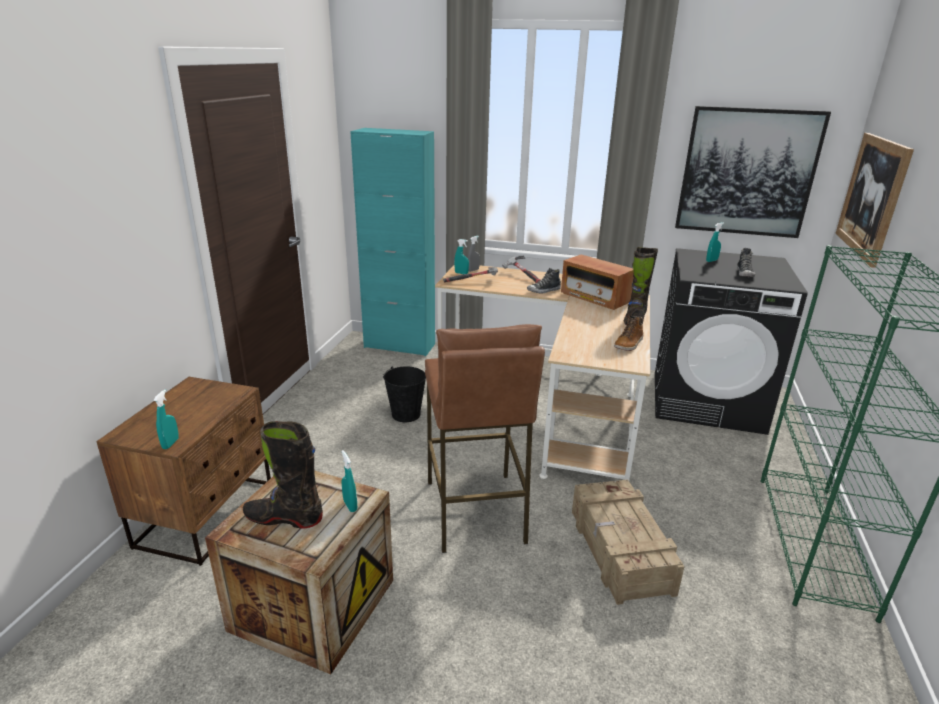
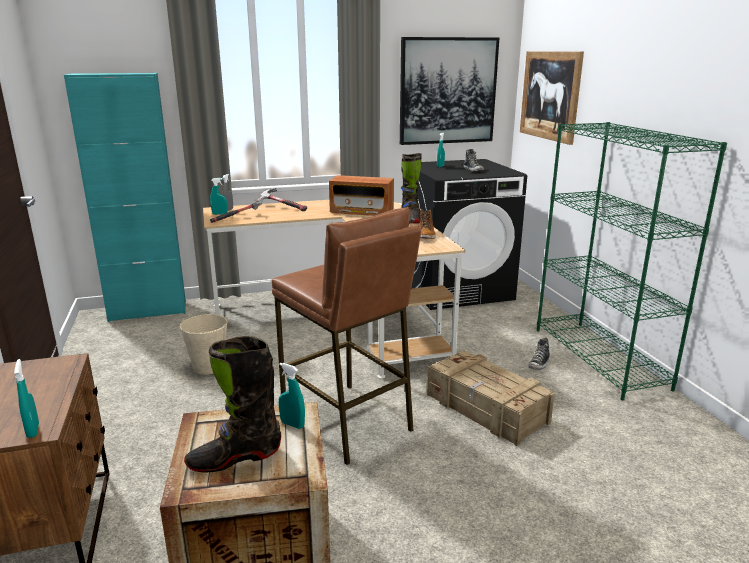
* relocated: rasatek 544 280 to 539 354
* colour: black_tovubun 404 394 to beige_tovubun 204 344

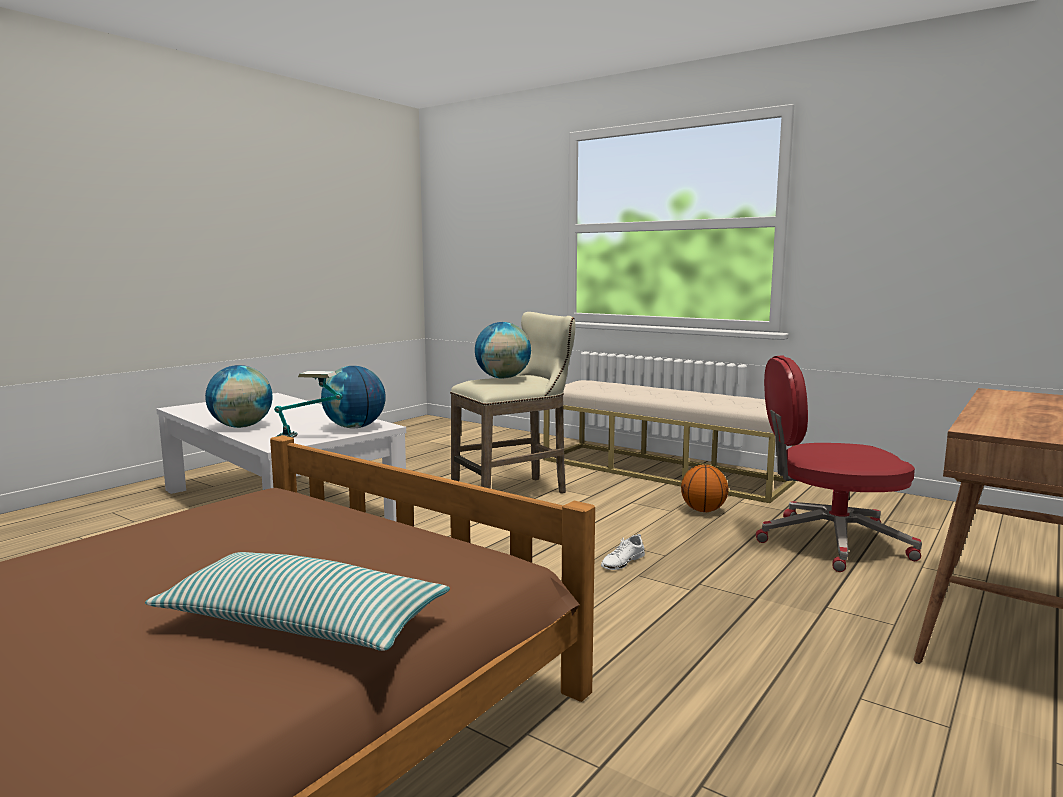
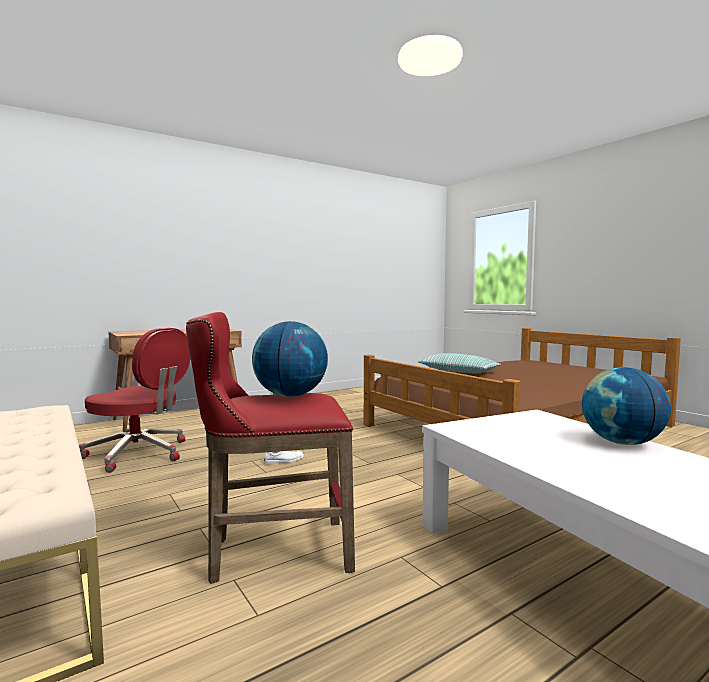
* colour: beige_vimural 513 402 to red_vimural 270 448
* missing: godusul 353 397
* missing: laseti 308 404
* missing: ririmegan 705 488

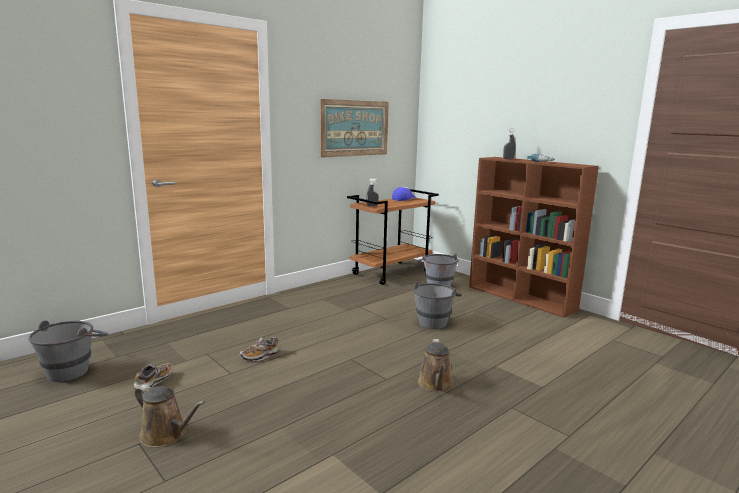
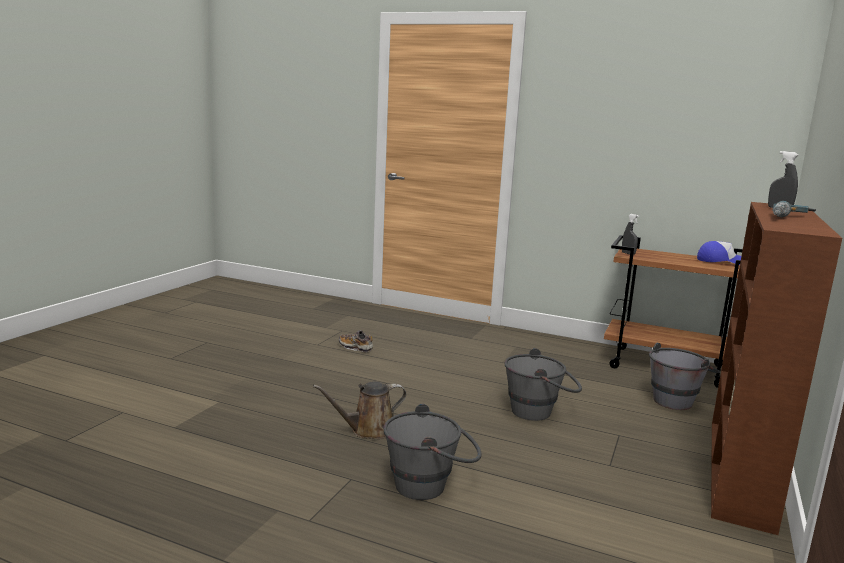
* missing: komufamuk 354 128
* relocated: grey_tovubun 68 351 to 432 452
* missing: rasatek 153 377
* missing: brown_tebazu 170 416

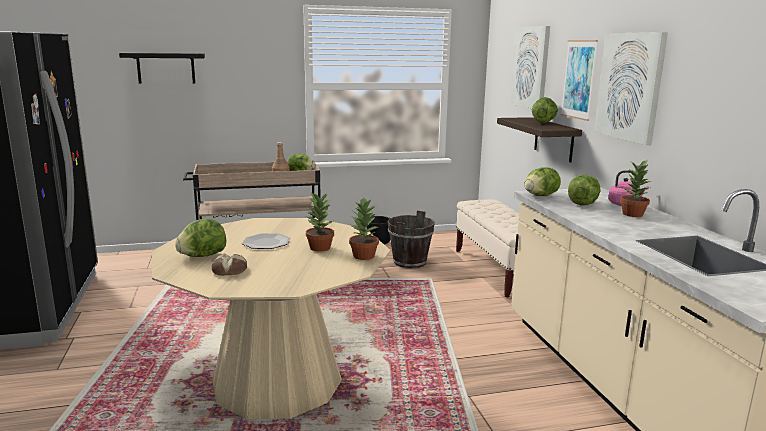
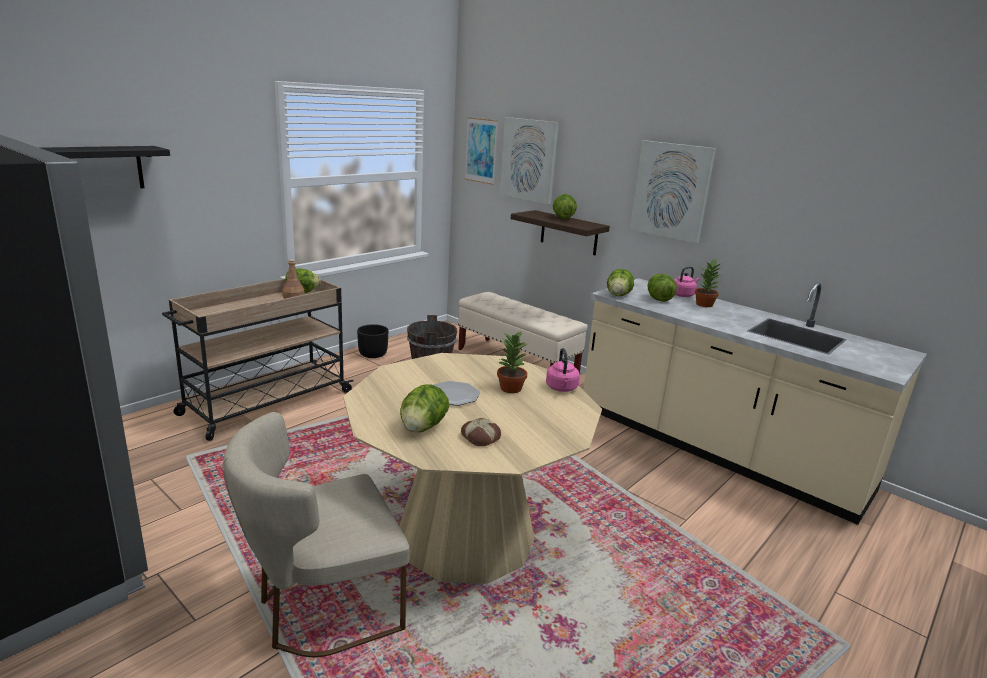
* relocated: komufamuk 579 80 to 481 151
* exchanged: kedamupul 364 228 to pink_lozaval 563 370
* appeared: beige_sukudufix 316 534

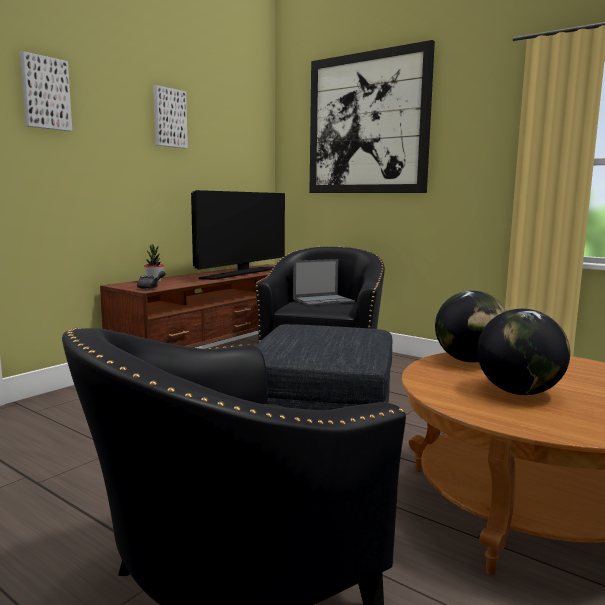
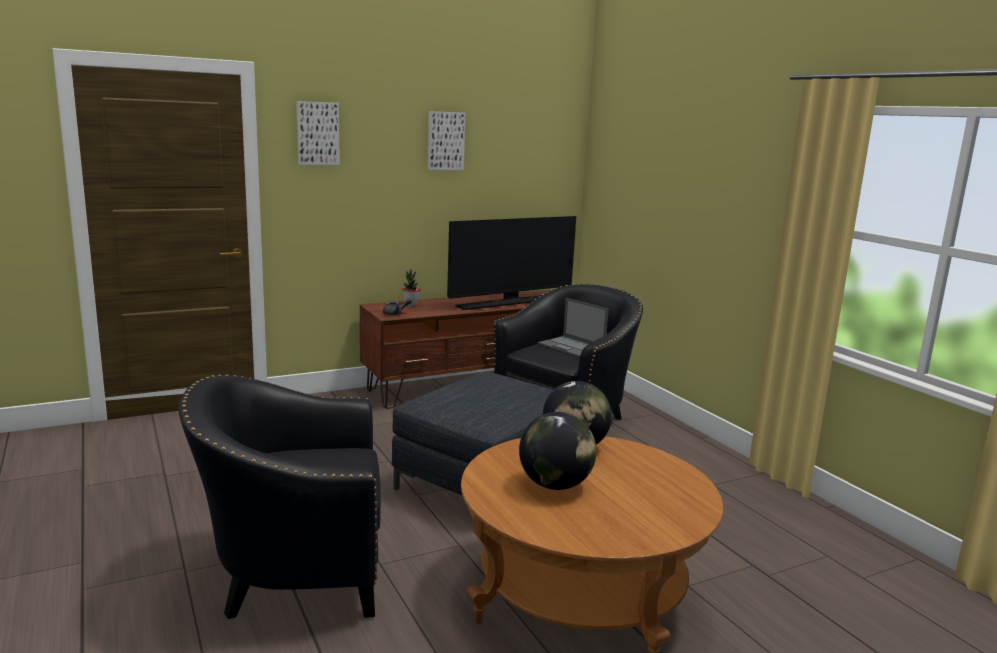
* missing: komufamuk 372 116
* spun: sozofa 324 282 = 573 327 45 degrees clockwise

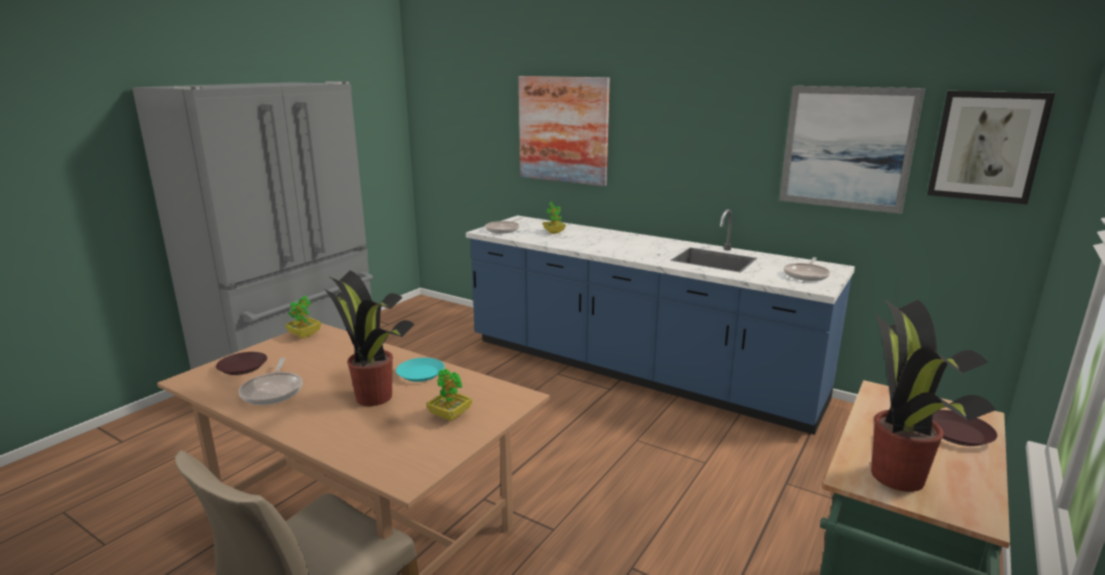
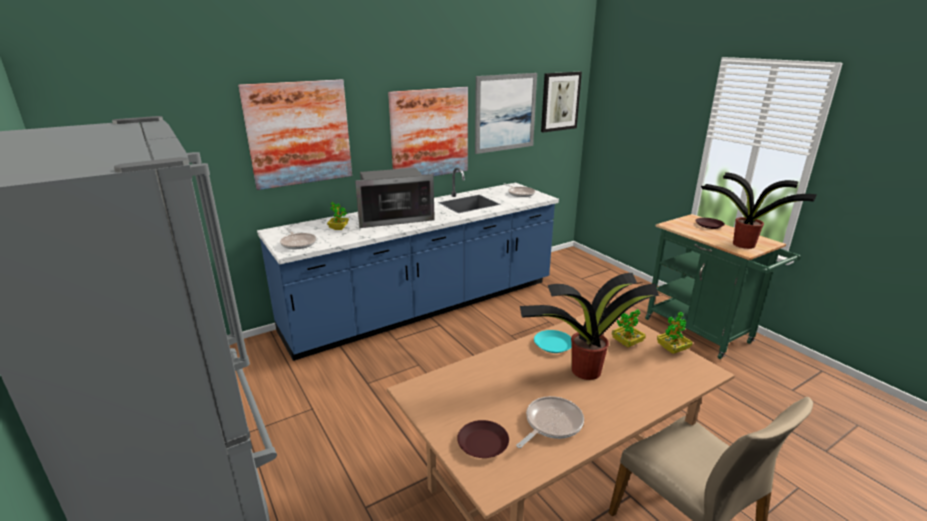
* relocated: kedamupul 303 316 to 674 333
* spun: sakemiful 271 381 = 550 422 60 degrees counterclockwise
* appeared: komufamuk 428 131
* appeared: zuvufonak 395 198

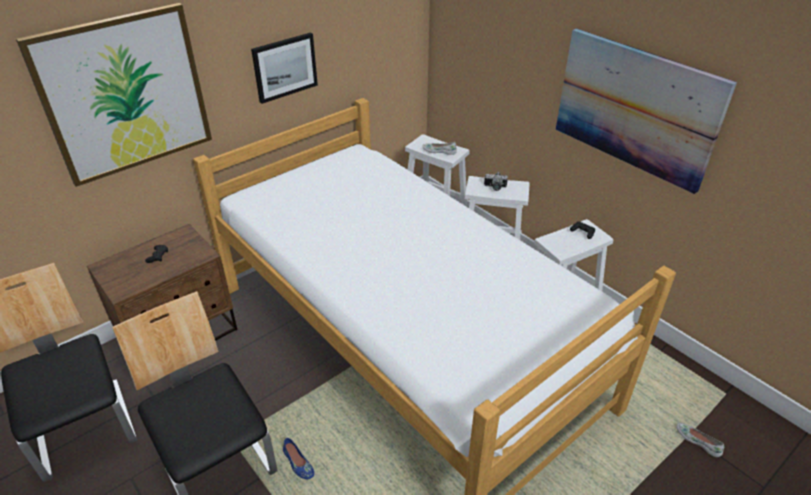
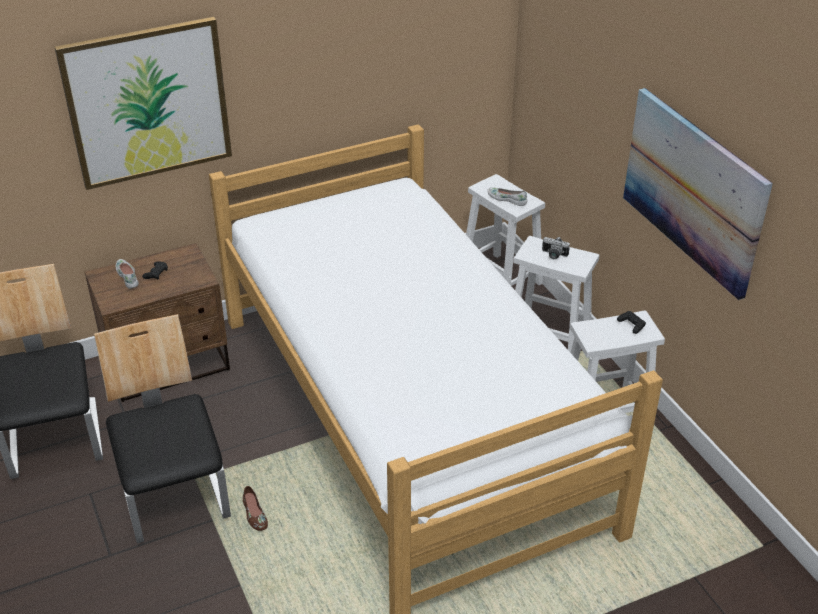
* missing: komufamuk 284 68
* relocated: white_rasatek 700 440 to 127 274
* colour: blue_rasatek 298 458 to brown_rasatek 255 508

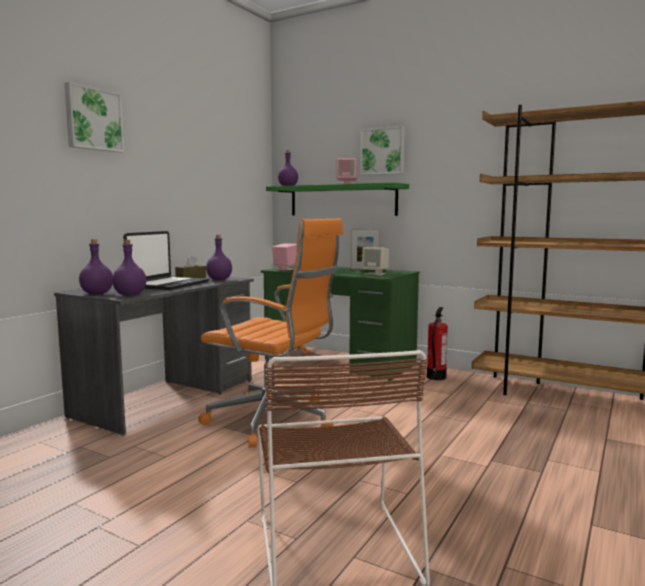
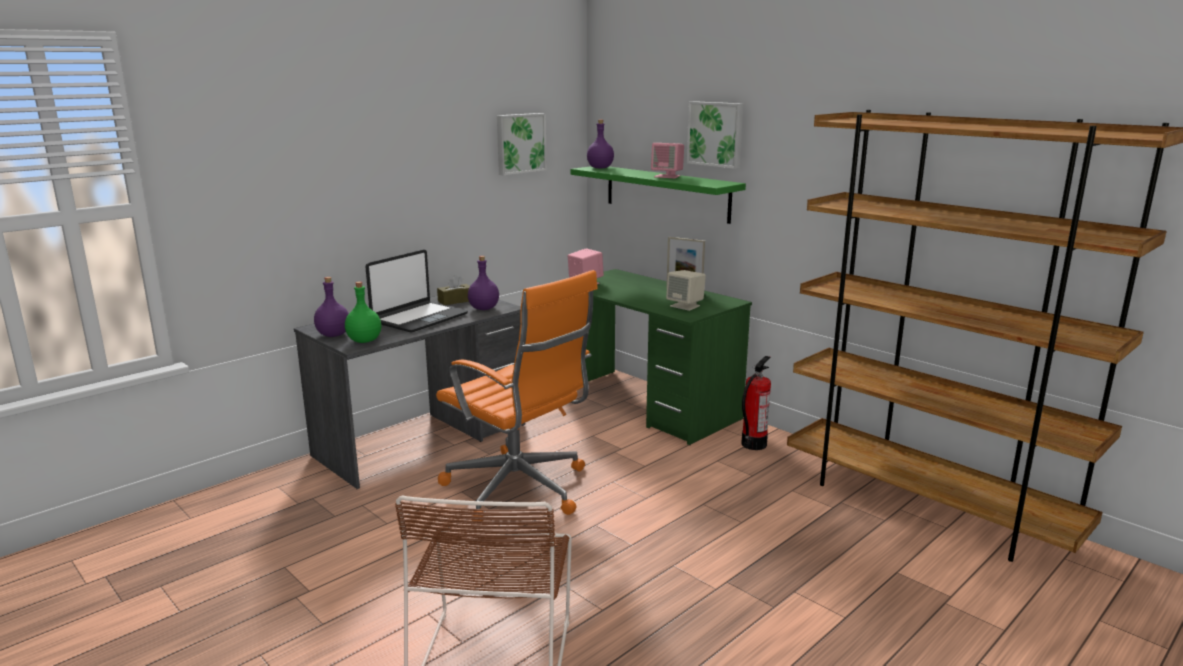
* relocated: komufamuk 94 117 to 522 144
* colour: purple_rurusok 129 267 to green_rurusok 363 312

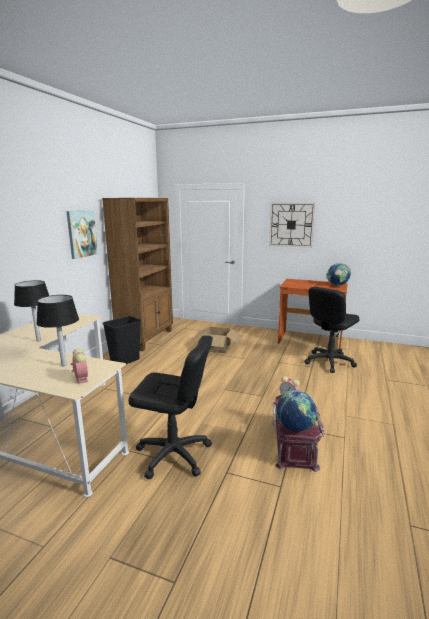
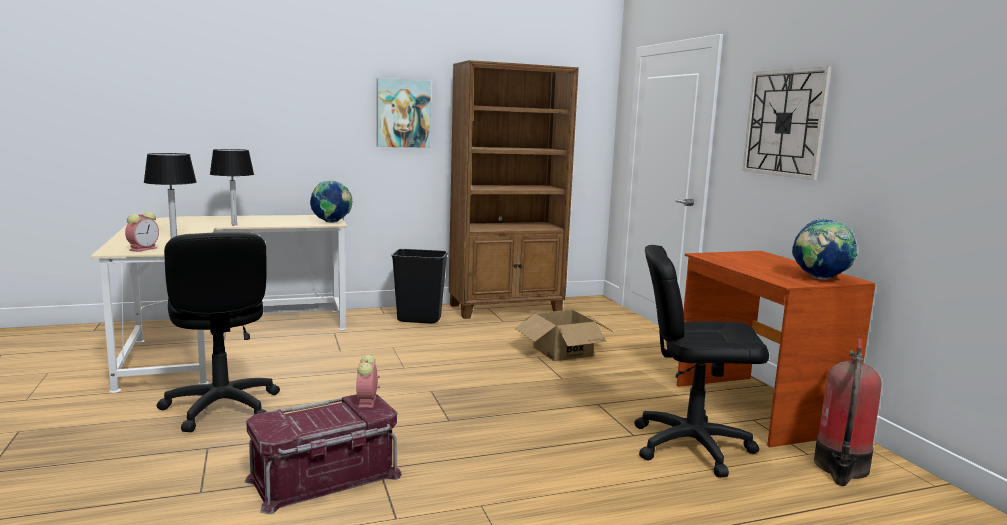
* relocated: godusul 296 410 to 331 202
* appeared: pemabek 847 412

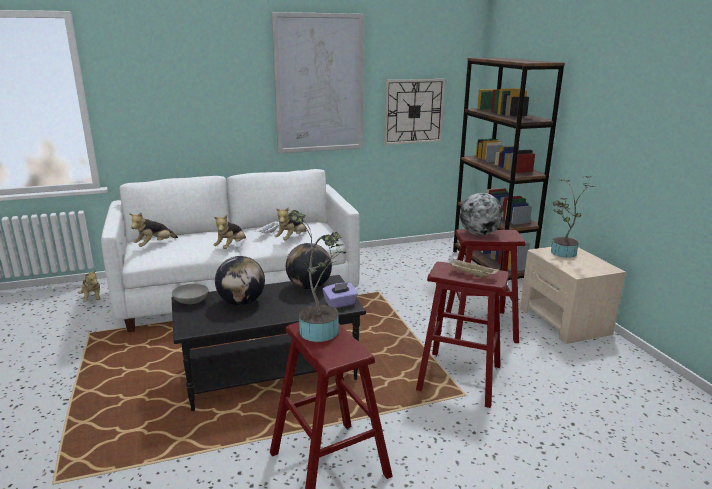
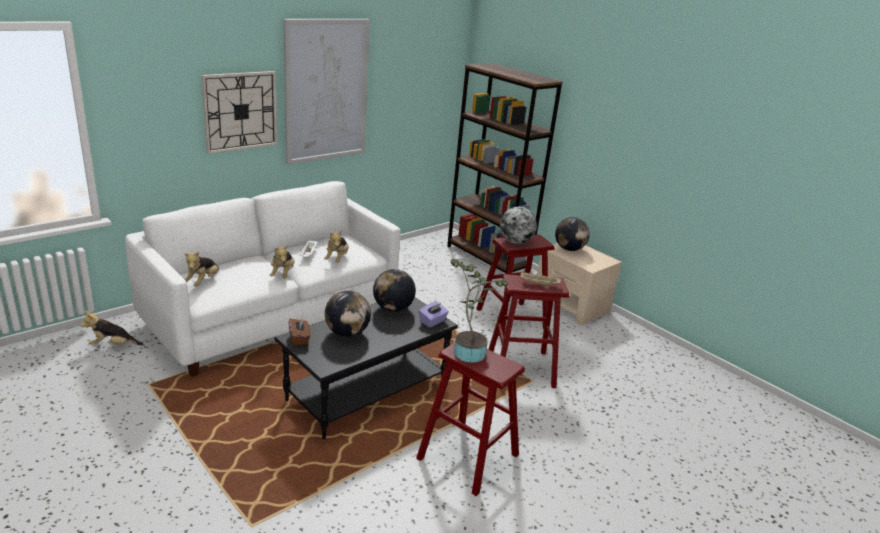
* relocated: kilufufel 414 112 to 239 112
* exchanged: kedamupul 573 217 to godusul 572 234
* spun: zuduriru 89 285 = 112 328 135 degrees clockwise
* exchanged: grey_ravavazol 190 294 to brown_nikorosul 299 332

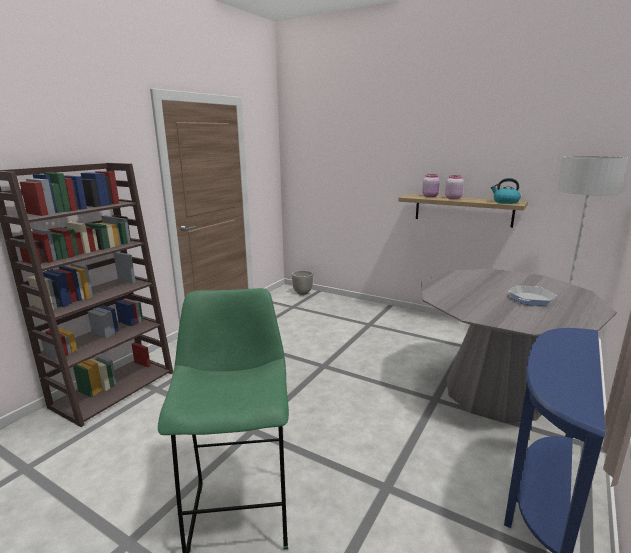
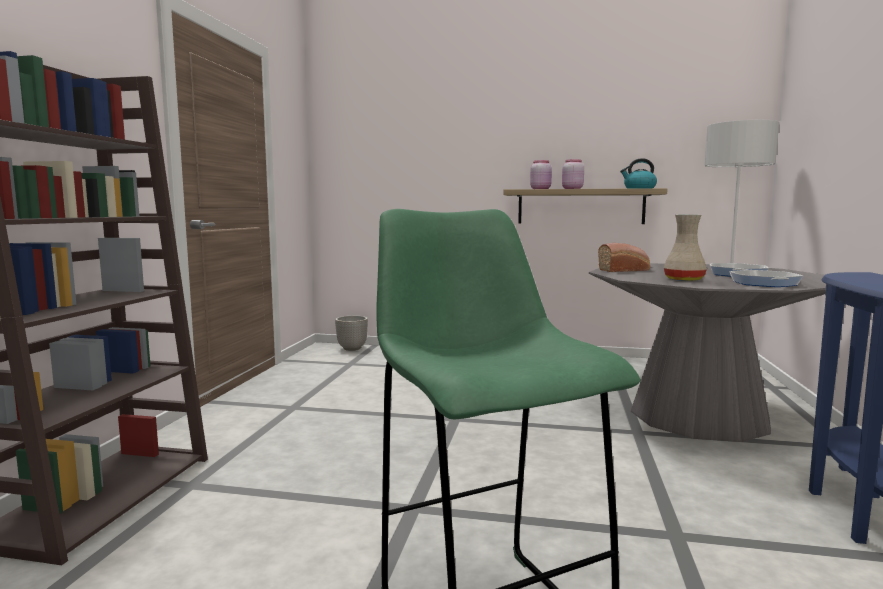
* appeared: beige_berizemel 685 248
* appeared: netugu 624 257
* appeared: sakemiful 766 278

